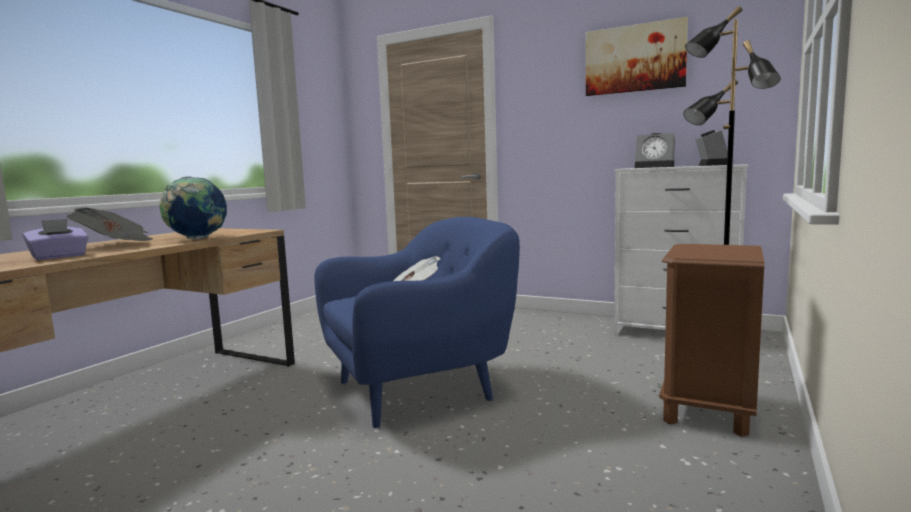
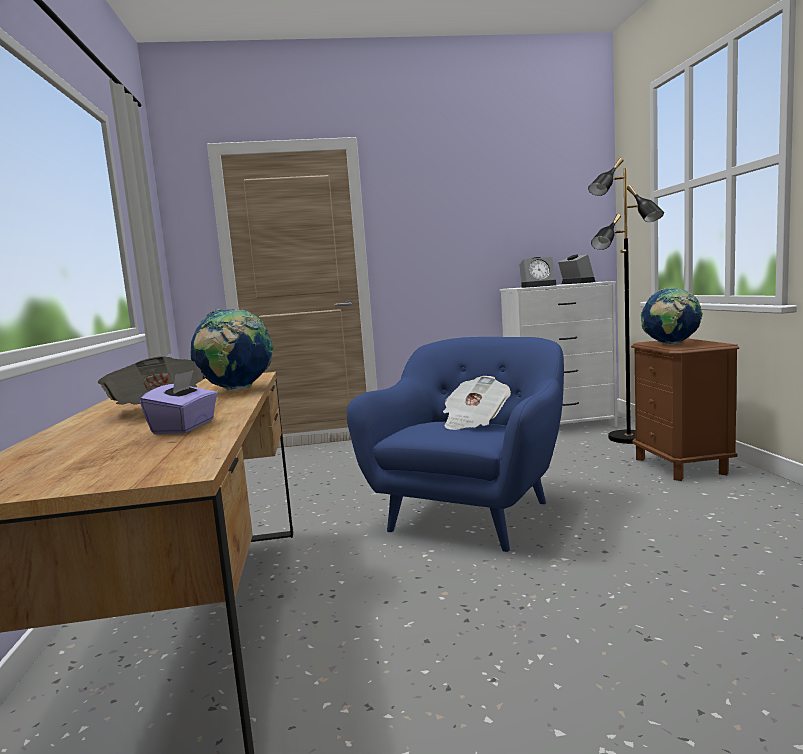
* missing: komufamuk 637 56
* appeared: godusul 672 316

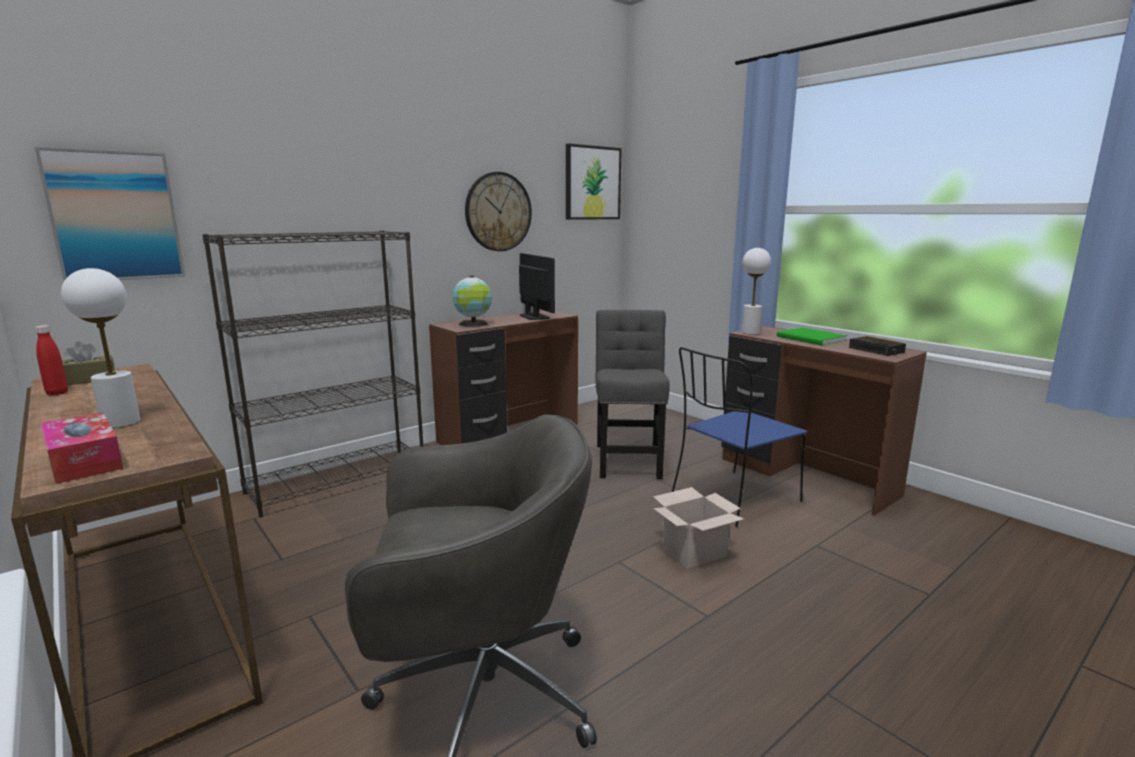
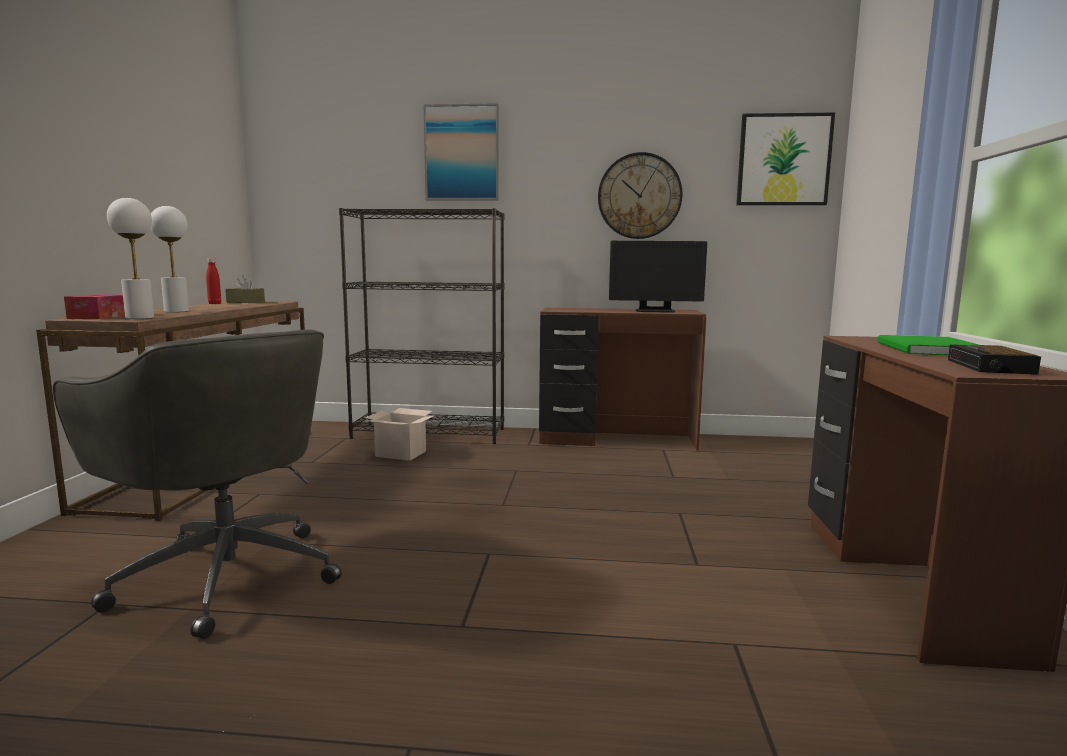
* relocated: komufamuk 110 214 to 461 151
* relocated: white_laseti 756 291 to 130 258
* spun: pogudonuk 537 286 = 658 277 75 degrees clockwise
* missing: godusul 472 301
* missing: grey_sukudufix 633 394
* missing: blue_sukudufix 740 437
* relocated: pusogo 698 528 to 399 434

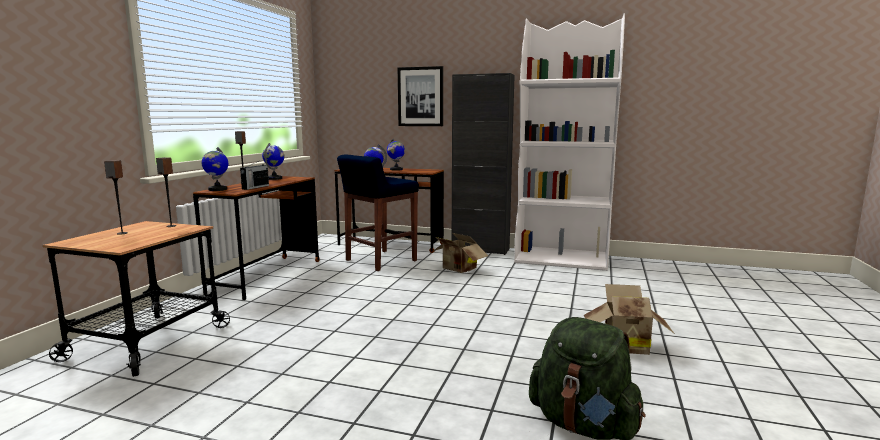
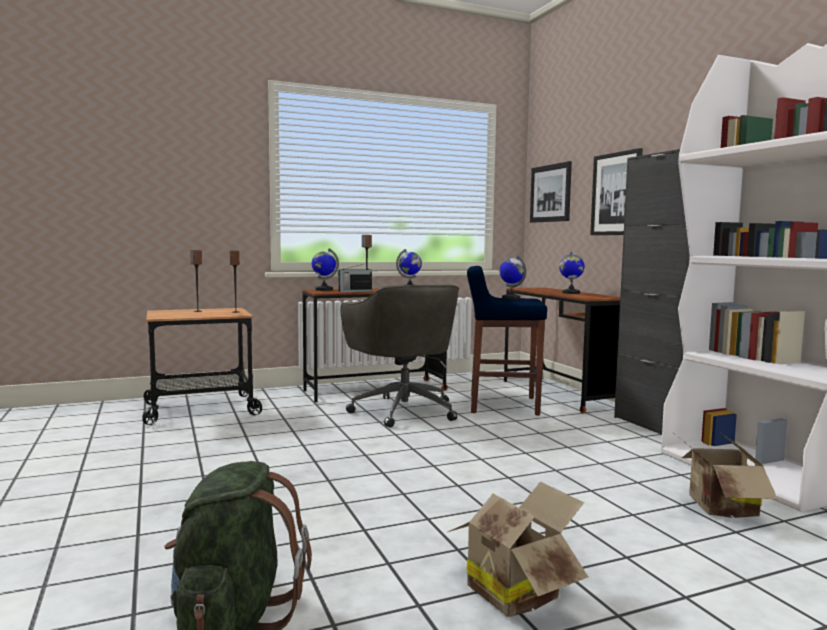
* relocated: pusogo 460 253 to 724 474
* appeared: komufamuk 551 192
* appeared: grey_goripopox 400 356

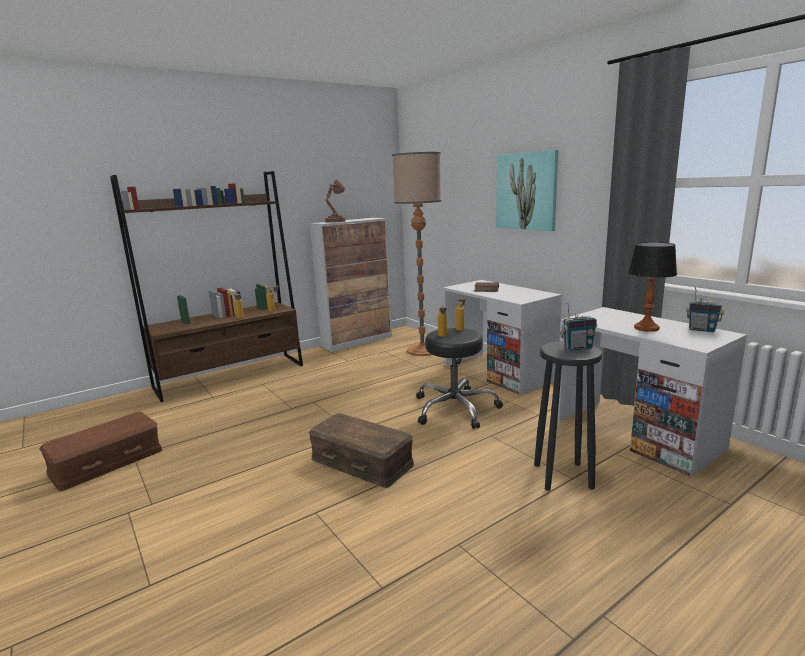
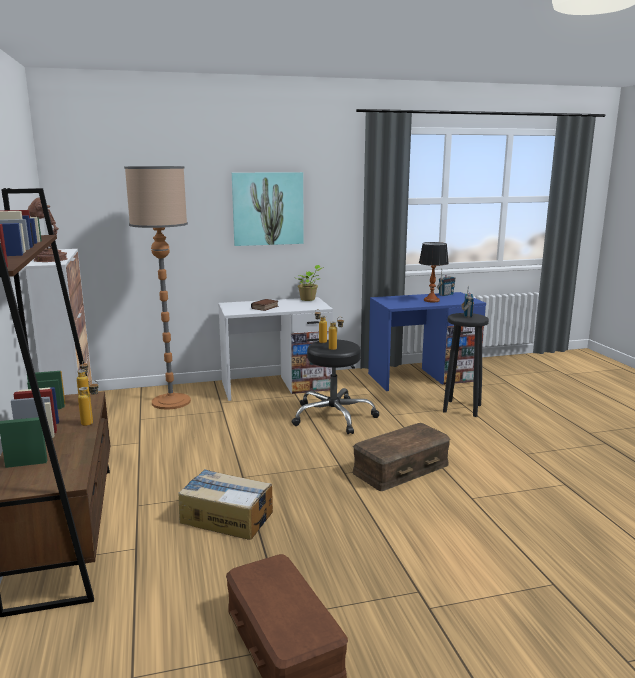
* colour: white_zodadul 652 391 to blue_zodadul 427 341
* appeared: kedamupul 309 283
* appeared: pusogo 225 504

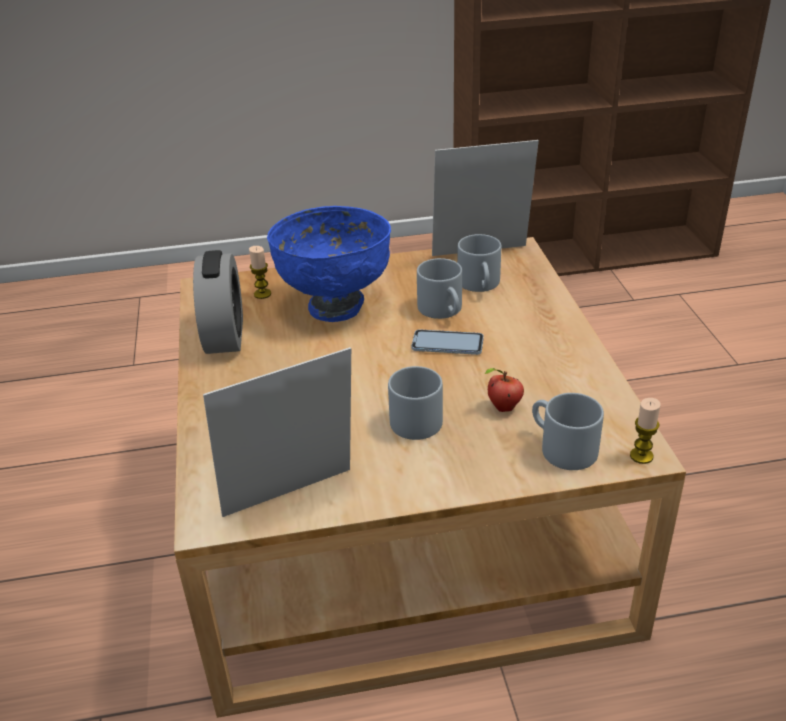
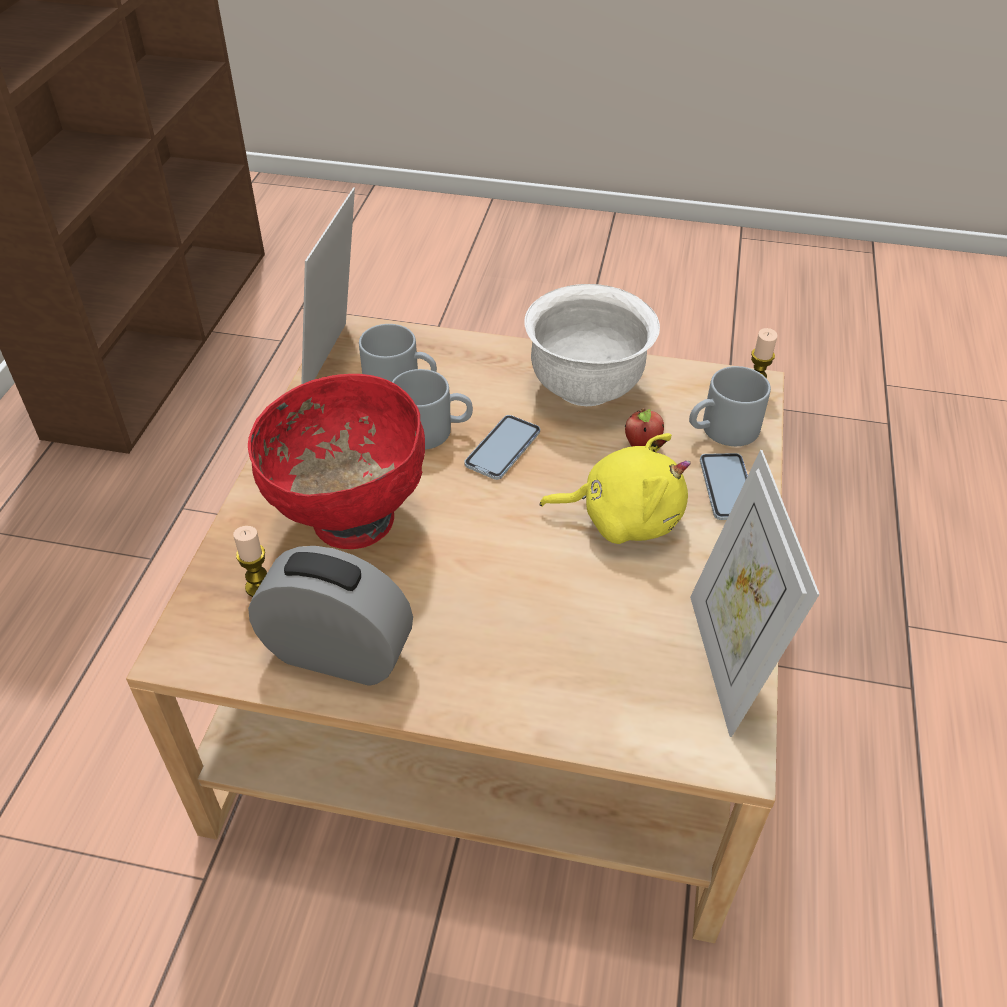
* colour: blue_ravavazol 329 264 to red_ravavazol 336 461
* exchanged: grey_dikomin 415 403 to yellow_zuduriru 615 488
* appeared: white_ravavazol 592 345
* appeared: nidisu 724 486

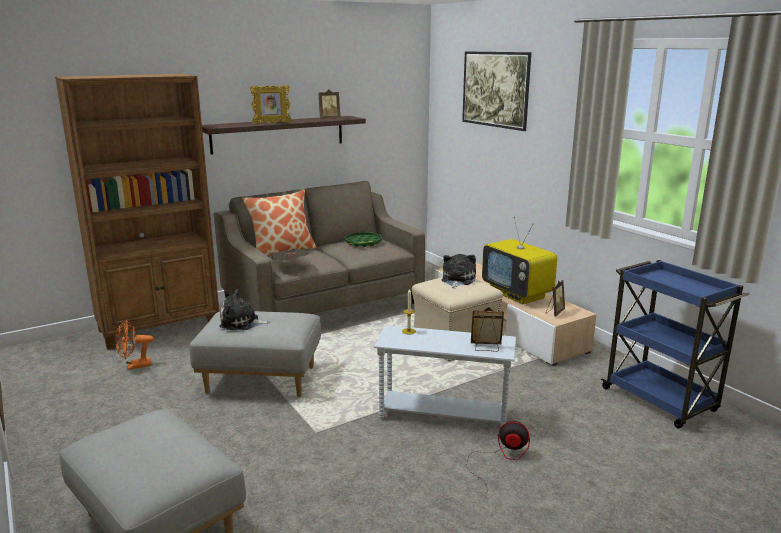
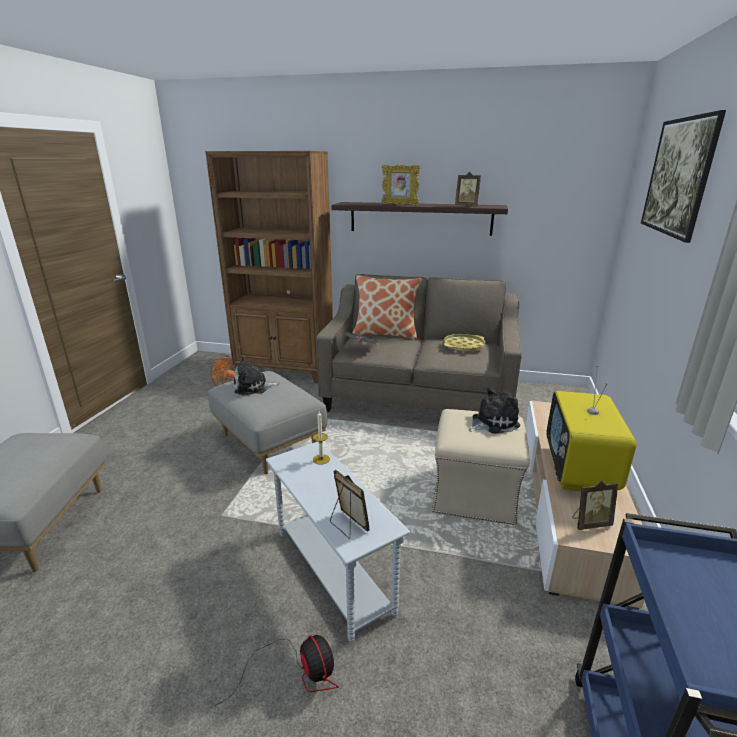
* colour: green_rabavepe 363 239 to yellow_rabavepe 464 343
* spun: zuduriru 244 309 = 257 375 60 degrees counterclockwise

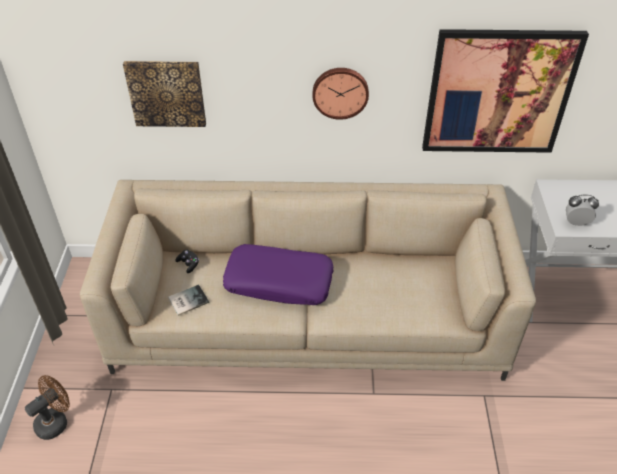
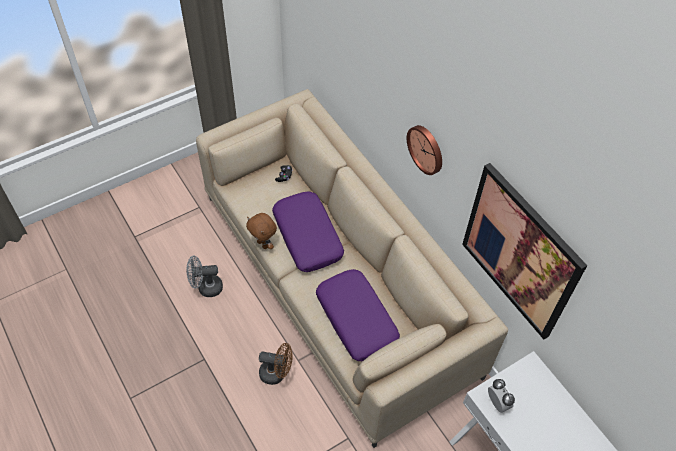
* missing: komufamuk 164 94
* missing: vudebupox 188 300
* relocated: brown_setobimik 47 407 to 276 364
* appeared: brown_zuduriru 261 231
* appeared: grey_setobimik 205 276
* appeared: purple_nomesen 358 315

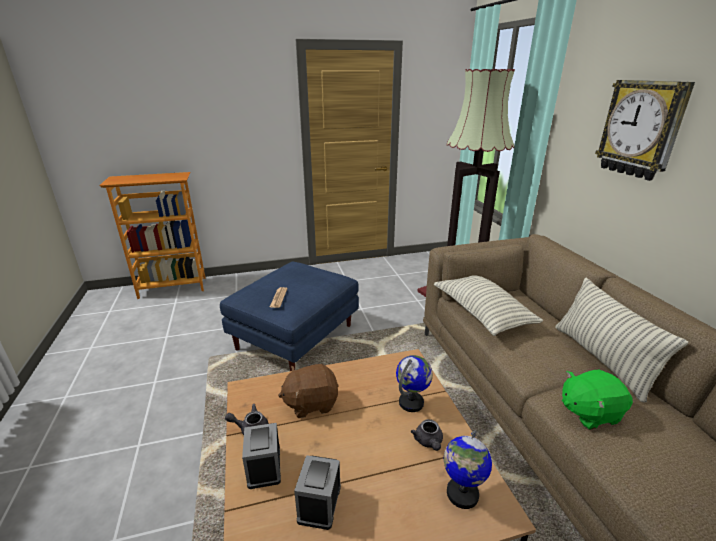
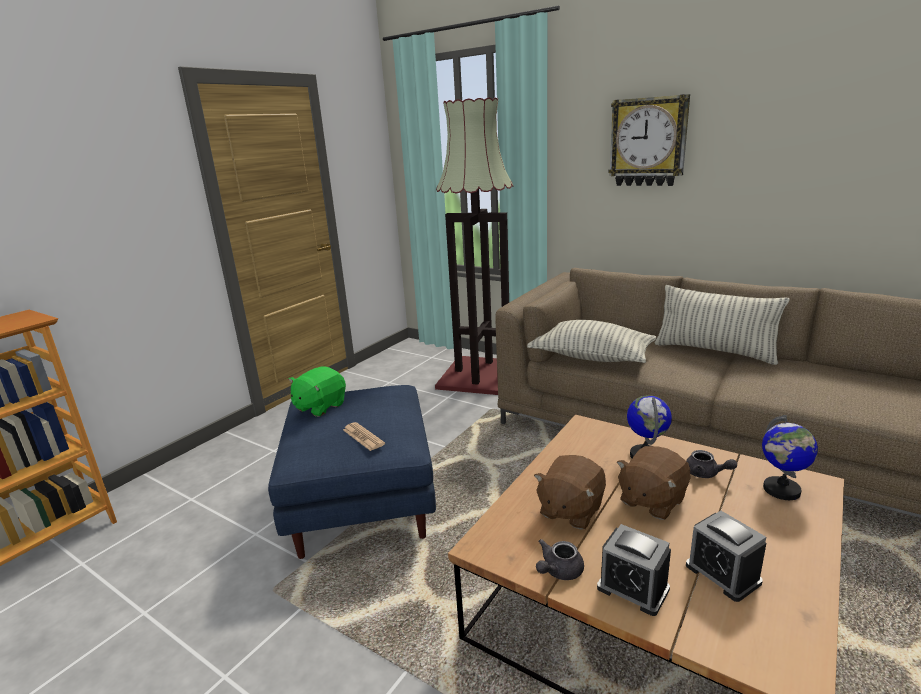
* relocated: green_zuduriru 597 400 to 317 391
* appeared: brown_zuduriru 653 483

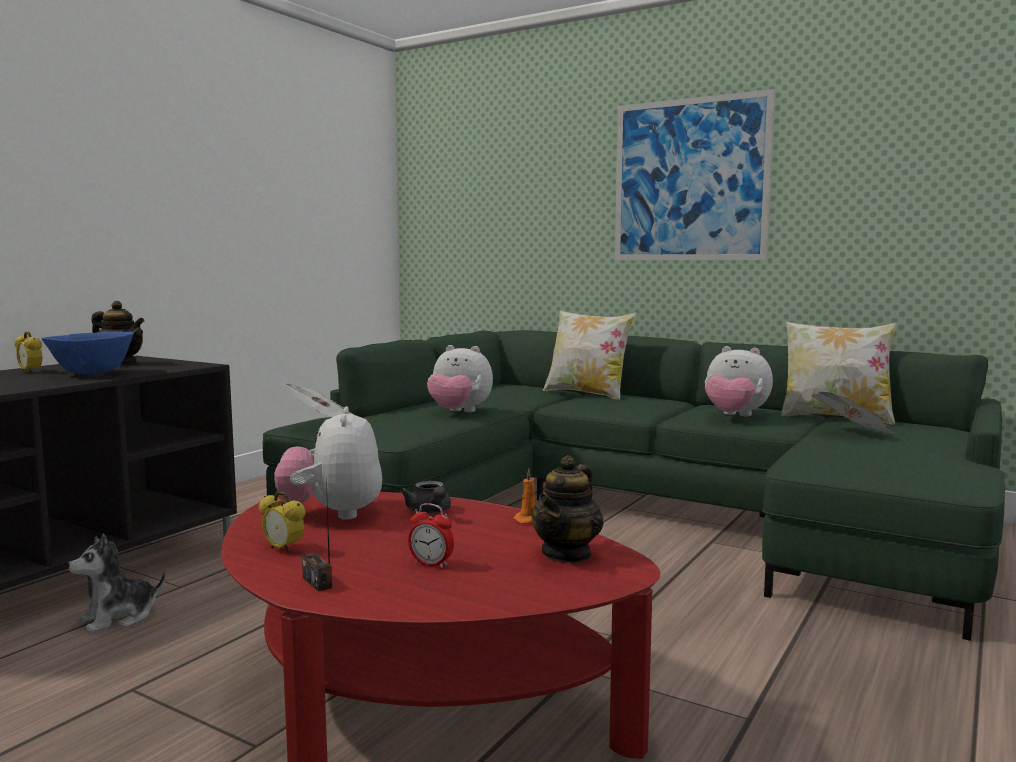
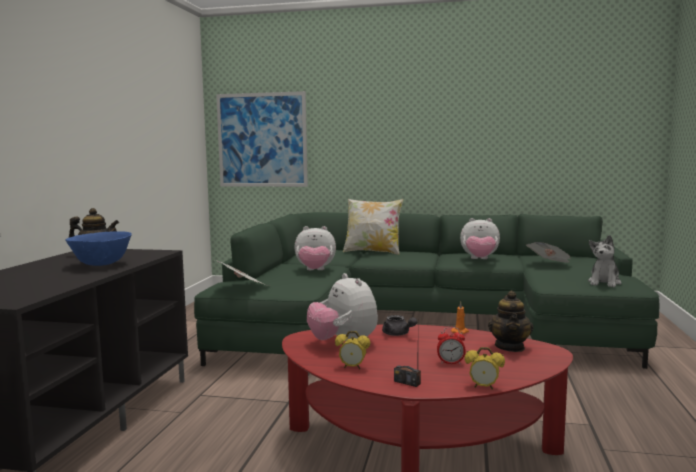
* relocated: komufamuk 695 174 to 262 139
* missing: nomesen 839 373
* relocated: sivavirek 28 352 to 485 368
* relocated: zuduriru 117 583 to 605 261

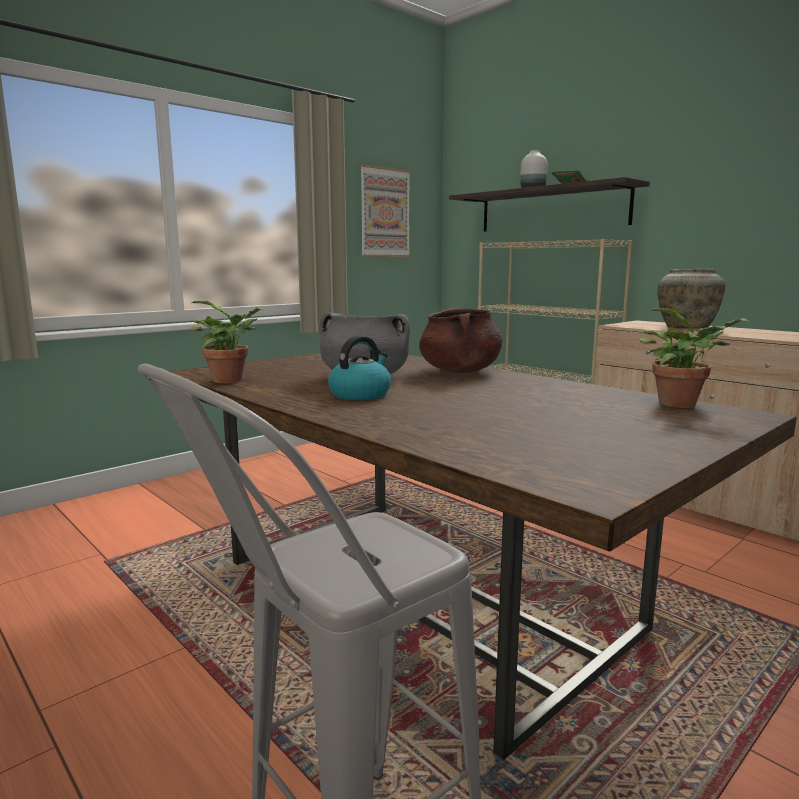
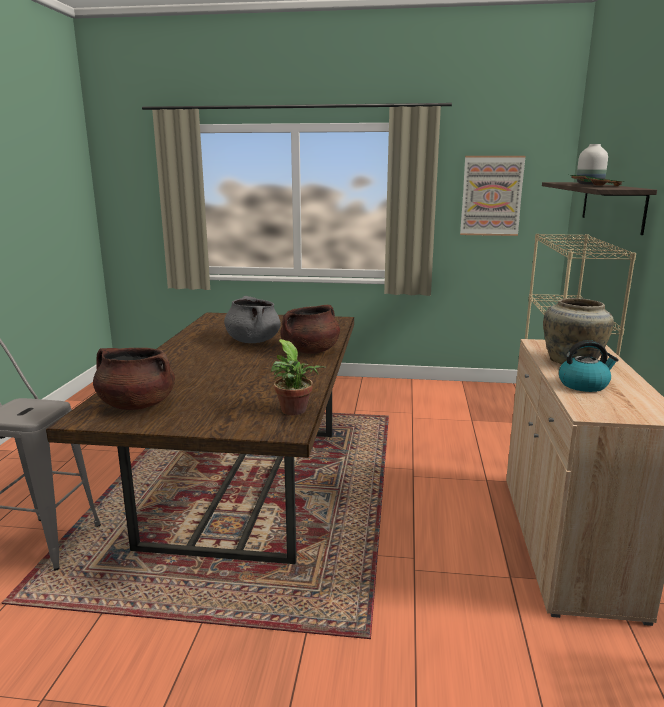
* missing: kedamupul 227 342
* relocated: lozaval 359 367 to 589 366
* appeared: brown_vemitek 134 379

